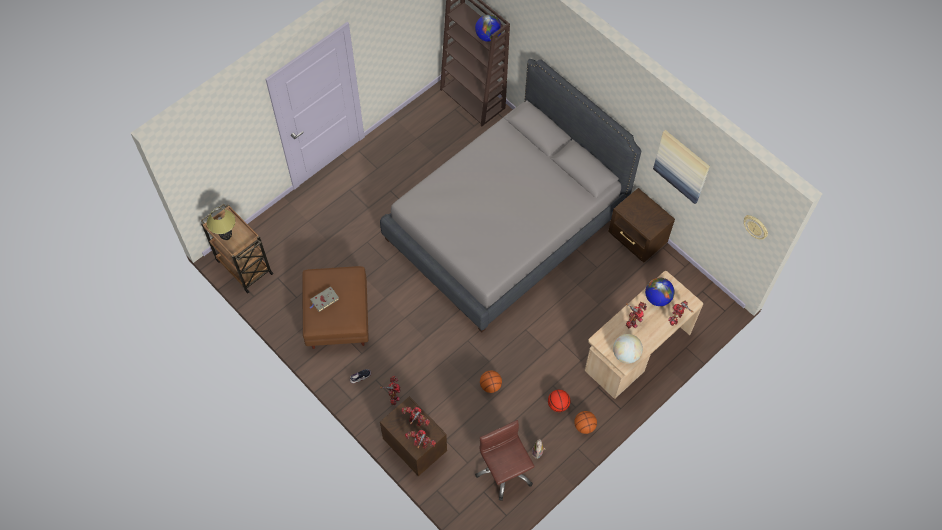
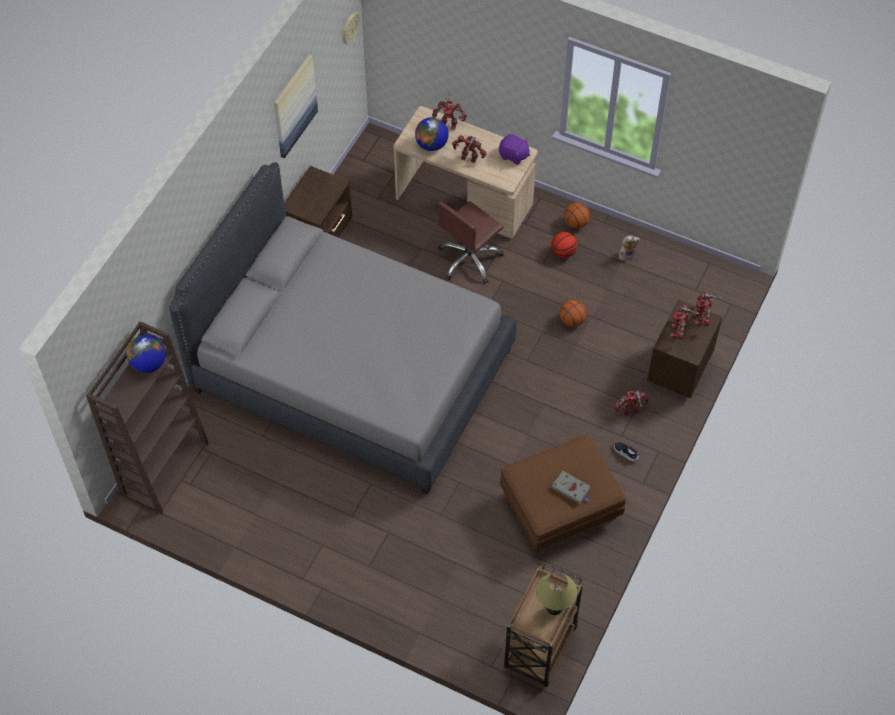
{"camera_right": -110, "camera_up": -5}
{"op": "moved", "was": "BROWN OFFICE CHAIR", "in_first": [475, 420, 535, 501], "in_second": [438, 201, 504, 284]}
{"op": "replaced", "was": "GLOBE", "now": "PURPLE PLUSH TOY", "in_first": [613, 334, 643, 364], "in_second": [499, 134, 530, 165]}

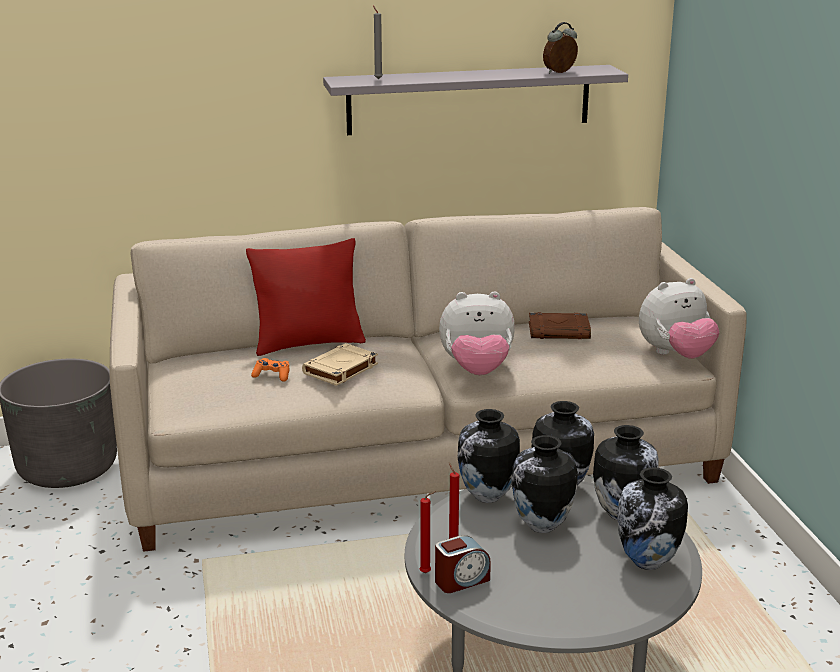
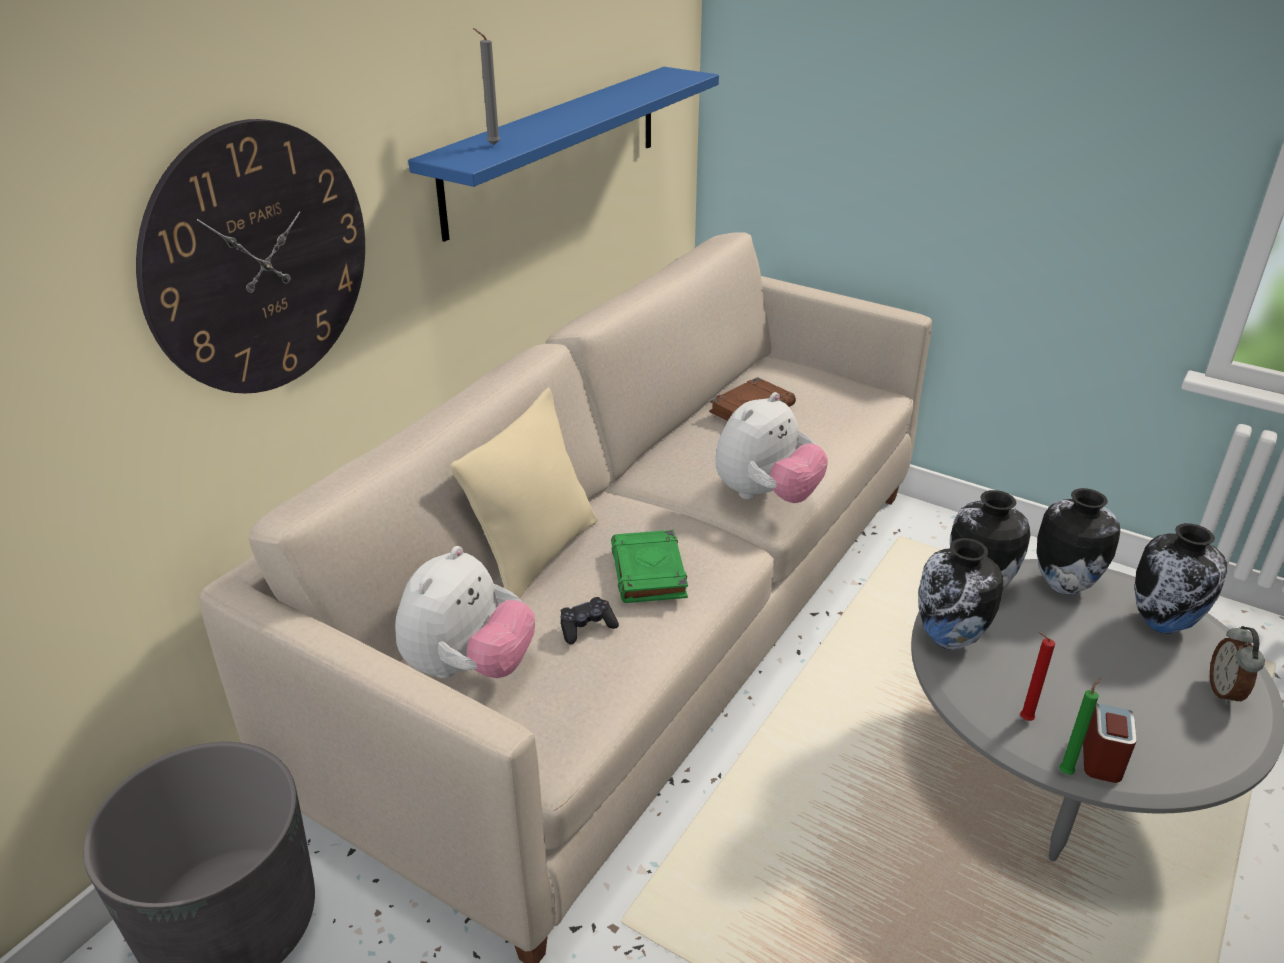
{"camera_right": -45, "camera_up": 10}
{"op": "recoloured", "was": "RED PILLOW", "now": "BEIGE PILLOW", "in_first": [246, 238, 366, 356], "in_second": [450, 388, 598, 598]}
{"op": "recoloured", "was": "ORANGE GAME CONTROLLER", "now": "BLACK GAME CONTROLLER", "in_first": [251, 358, 289, 382], "in_second": [560, 597, 619, 644]}
{"op": "recoloured", "was": "BEIGE BOOK", "now": "GREEN BOOK", "in_first": [302, 343, 378, 386], "in_second": [611, 530, 688, 603]}
{"op": "recoloured", "was": "GREY SHELF", "now": "BLUE SHELF", "in_first": [323, 65, 628, 135], "in_second": [408, 67, 719, 242]}
{"op": "recoloured", "was": "RED CANDLE", "now": "GREEN CANDLE", "in_first": [419, 491, 436, 573], "in_second": [1059, 678, 1101, 775]}
{"op": "removed", "was": "VASE", "in_first": [511, 435, 578, 533]}
{"op": "moved", "was": "ALARM CLOCK", "in_first": [543, 22, 578, 73], "in_second": [1210, 626, 1265, 705]}
{"op": "moved", "was": "PLUSH TOY", "in_first": [639, 278, 719, 359], "in_second": [395, 546, 535, 678]}
{"op": "added", "now": "WALL CLOCK", "in_second": [136, 119, 365, 393]}

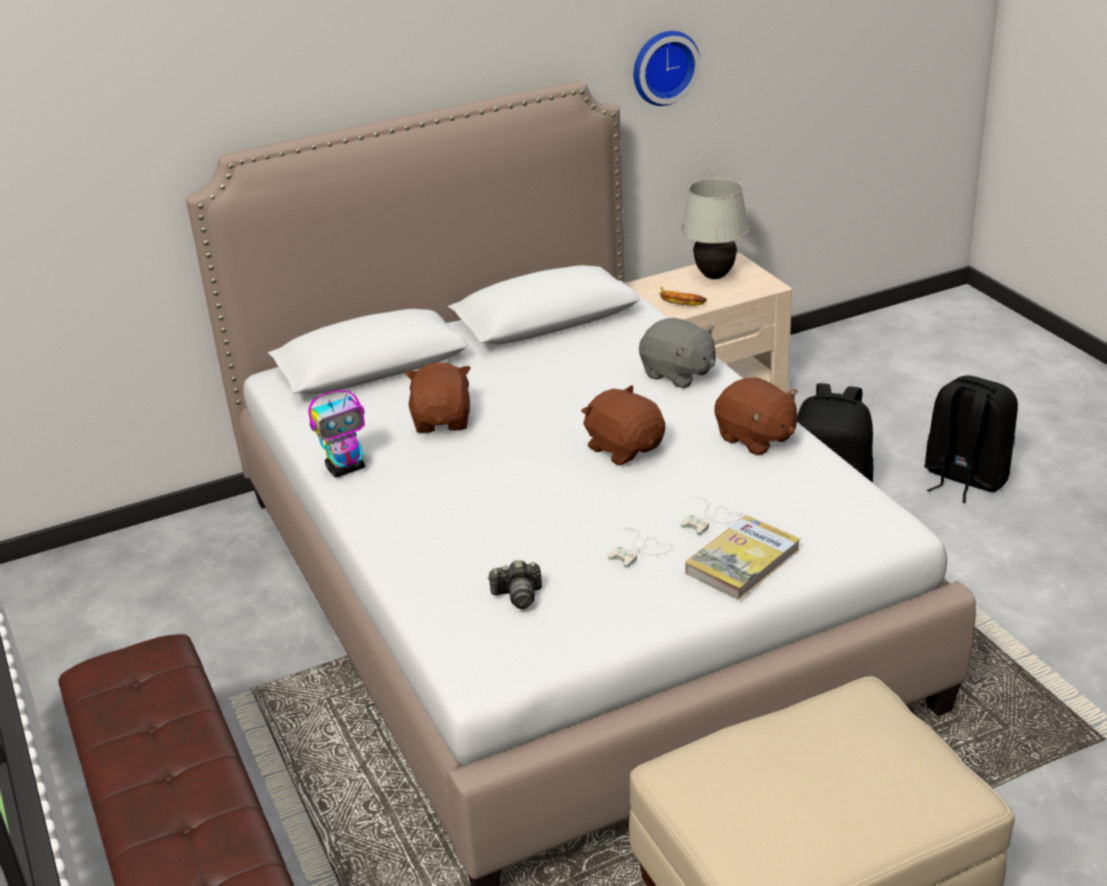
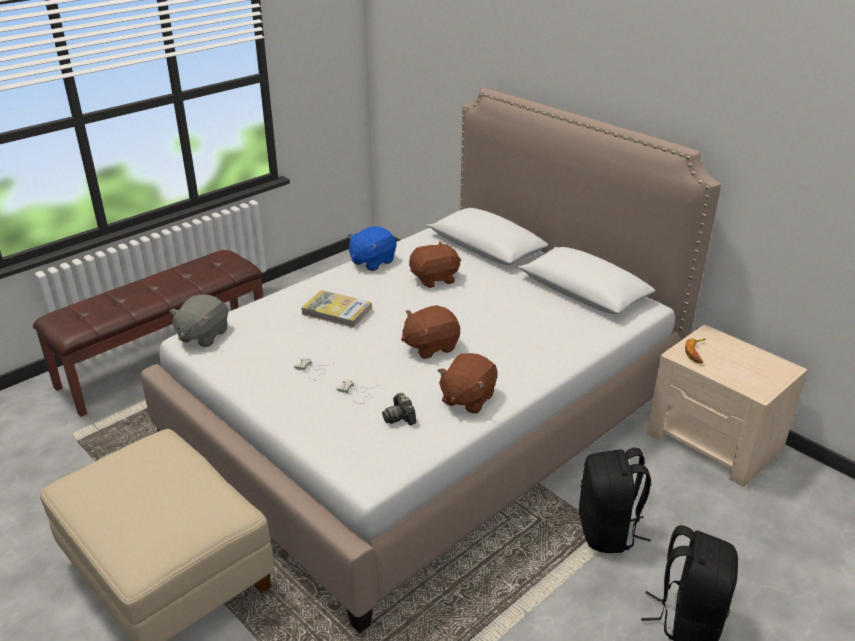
{"camera_right": 70, "camera_up": 0}
{"op": "replaced", "was": "TOY ROBOT", "now": "BLUE PLUSH TOY", "in_first": [309, 390, 365, 477], "in_second": [348, 226, 397, 271]}
{"op": "moved", "was": "PHOTO CAMERA", "in_first": [487, 560, 542, 609], "in_second": [382, 393, 416, 425]}
{"op": "turned", "was": "BROWN PLUSH TOY", "in_first": [581, 385, 665, 465], "in_second": [401, 305, 460, 359], "clockwise": -150}
{"op": "removed", "was": "WALL CLOCK", "in_first": [634, 31, 700, 106]}
{"op": "moved", "was": "GREY PLUSH TOY", "in_first": [639, 318, 716, 388], "in_second": [170, 295, 228, 347]}
{"op": "removed", "was": "WHITE TABLE LAMP", "in_first": [681, 178, 749, 279]}
{"op": "moved", "was": "BOOK", "in_first": [685, 515, 801, 600], "in_second": [301, 290, 372, 328]}

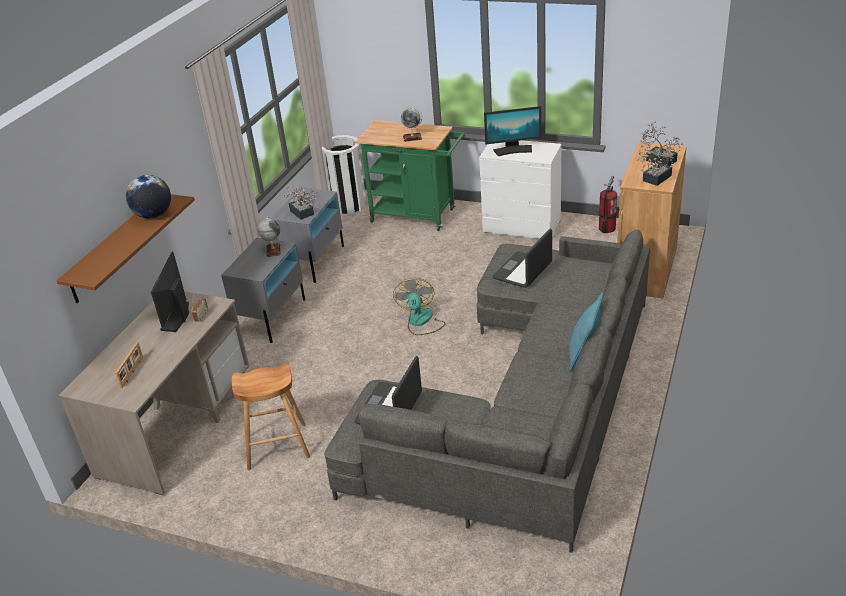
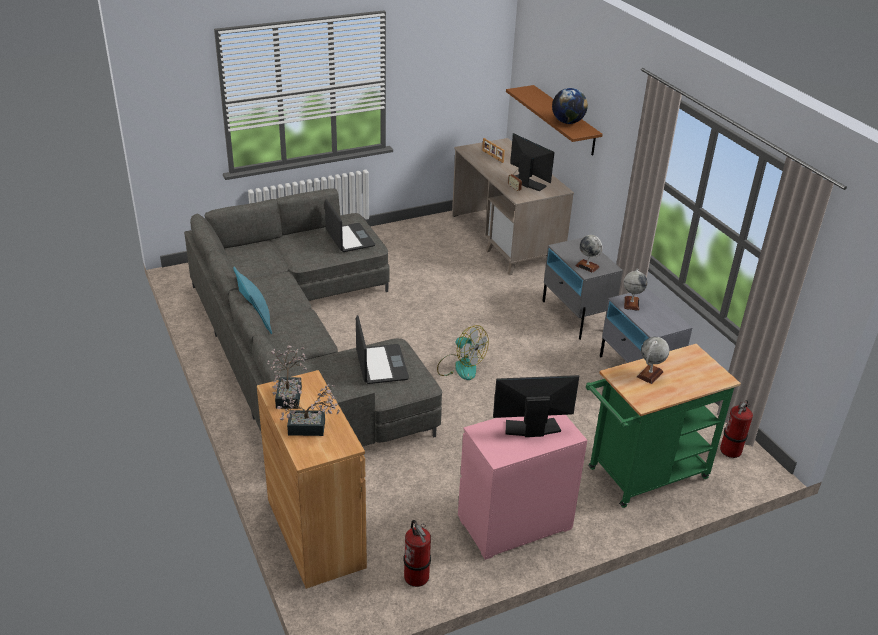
{"camera_right": 130, "camera_up": 0}
{"op": "removed", "was": "BROWN STOOL", "in_first": [232, 363, 310, 470]}
{"op": "replaced", "was": "POTTED PLANT", "now": "GLOBE", "in_first": [283, 185, 317, 219], "in_second": [624, 269, 647, 311]}
{"op": "replaced", "was": "WHITE TRASH CAN", "now": "FIRE EXTINGUISHER", "in_first": [322, 135, 367, 215], "in_second": [720, 400, 753, 458]}
{"op": "recoloured", "was": "WHITE DRESSER", "now": "PINK DRESSER", "in_first": [479, 140, 561, 239], "in_second": [458, 415, 587, 560]}
{"op": "turned", "was": "MONITOR", "in_first": [484, 106, 541, 156], "in_second": [493, 375, 579, 437], "clockwise": 45}

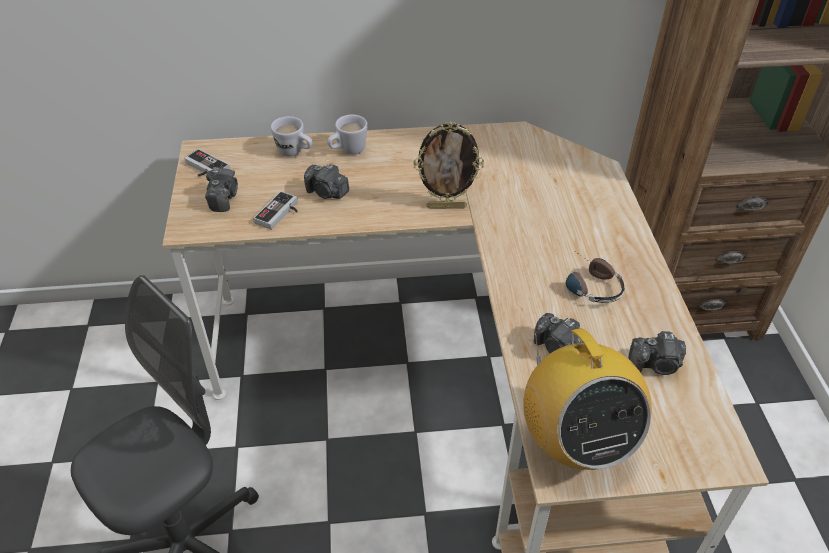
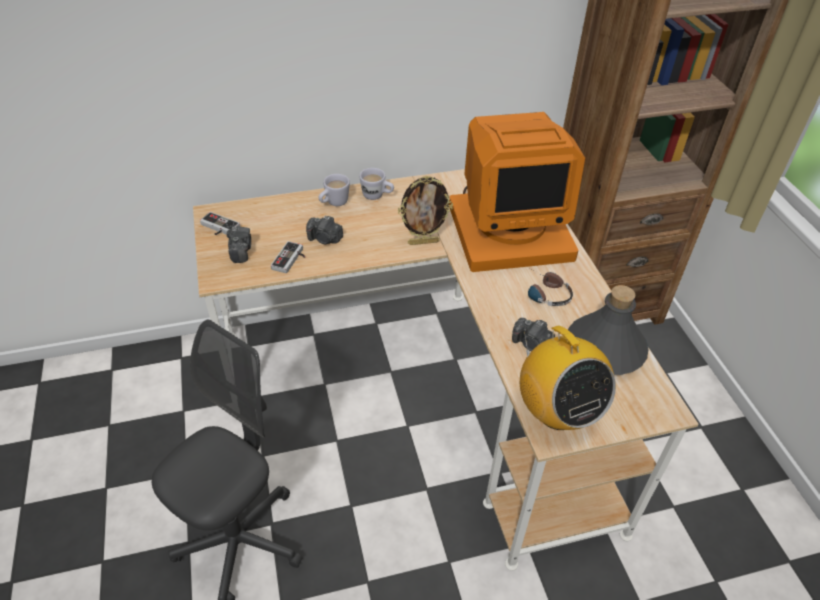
{"camera_right": -10, "camera_up": 0}
{"op": "moved", "was": "WHITE MUG", "in_first": [271, 116, 313, 157], "in_second": [359, 168, 394, 200]}
{"op": "replaced", "was": "PHOTO CAMERA", "now": "GREY BOTTLE", "in_first": [629, 331, 686, 375], "in_second": [568, 285, 649, 375]}
{"op": "added", "now": "MONITOR", "in_second": [449, 112, 585, 272]}

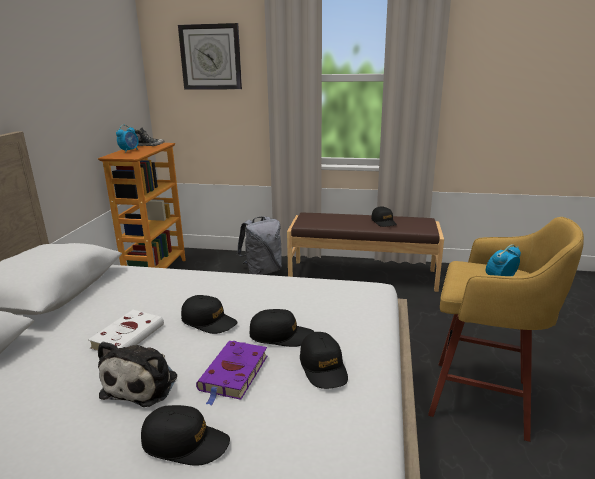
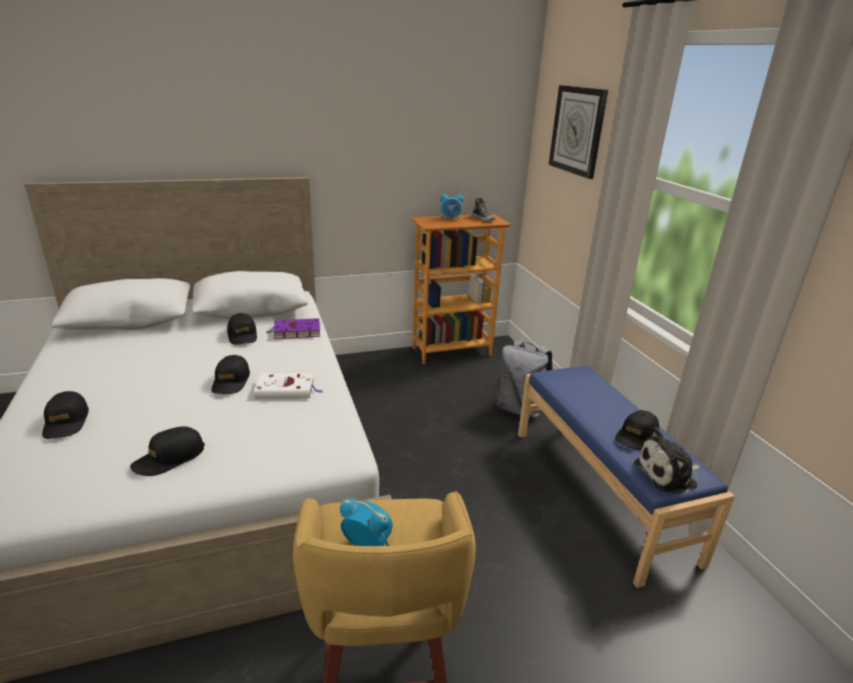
{"camera_right": 60, "camera_up": 5}
{"op": "moved", "was": "WHITE BOOK", "in_first": [88, 310, 164, 351], "in_second": [254, 373, 323, 398]}
{"op": "moved", "was": "PLUSH TOY", "in_first": [98, 341, 177, 407], "in_second": [634, 427, 700, 494]}
{"op": "moved", "was": "PURPLE BOOK", "in_first": [196, 341, 267, 406], "in_second": [265, 318, 320, 339]}
{"op": "moved", "was": "BLACK CAP", "in_first": [250, 309, 314, 347], "in_second": [227, 313, 257, 345]}
{"op": "recoloured", "was": "BROWN BENCH", "now": "BLUE BENCH", "in_first": [287, 213, 444, 292], "in_second": [518, 365, 735, 588]}

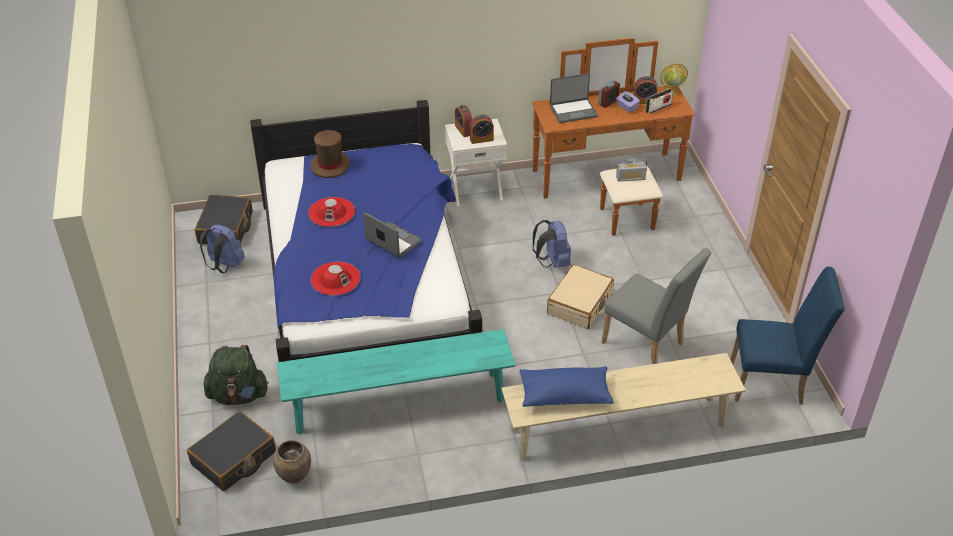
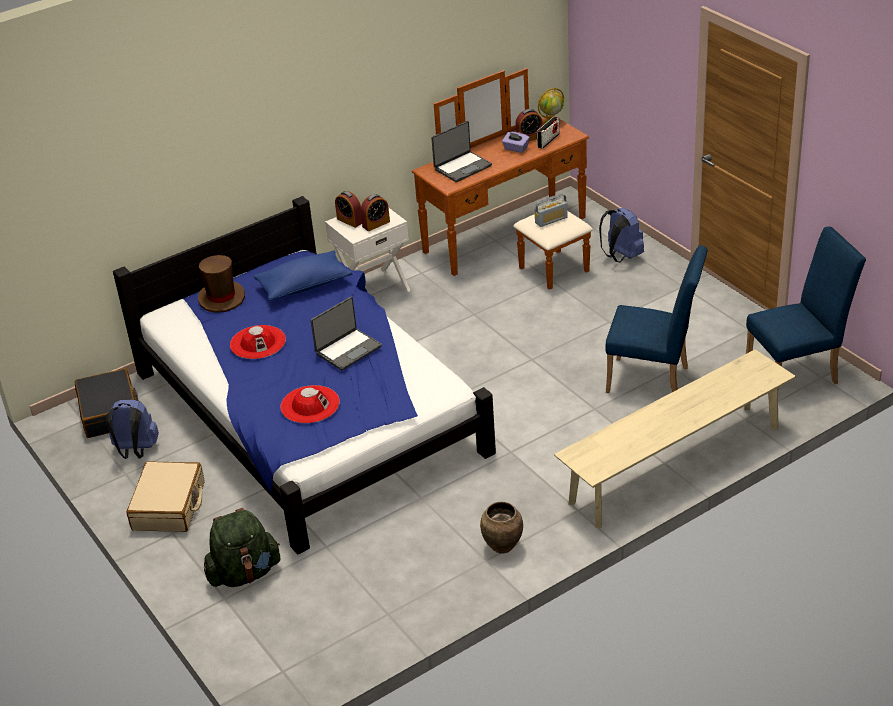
{"camera_right": -20, "camera_up": -5}
{"op": "removed", "was": "BLACK SUITCASE", "in_first": [187, 411, 276, 491]}
{"op": "moved", "was": "BROWN VASE", "in_first": [273, 440, 311, 484], "in_second": [480, 502, 523, 554]}
{"op": "removed", "was": "TURQUOISE BENCH", "in_first": [277, 329, 515, 434]}
{"op": "turned", "was": "LAPTOP", "in_first": [363, 212, 422, 258], "in_second": [311, 297, 382, 371], "clockwise": 120}
{"op": "moved", "was": "BLUE PILLOW", "in_first": [520, 366, 614, 407], "in_second": [253, 250, 352, 301]}
{"op": "moved", "was": "BLUE BACKPACK", "in_first": [533, 220, 571, 268], "in_second": [599, 208, 644, 262]}
{"op": "moved", "was": "BEIGE SUITCASE", "in_first": [547, 264, 614, 329], "in_second": [126, 461, 204, 532]}
{"op": "removed", "was": "ALARM CLOCK", "in_first": [598, 80, 620, 108]}
{"op": "recoloured", "was": "GREY CHAIR", "now": "BLUE CHAIR", "in_first": [601, 248, 711, 364], "in_second": [606, 245, 708, 393]}

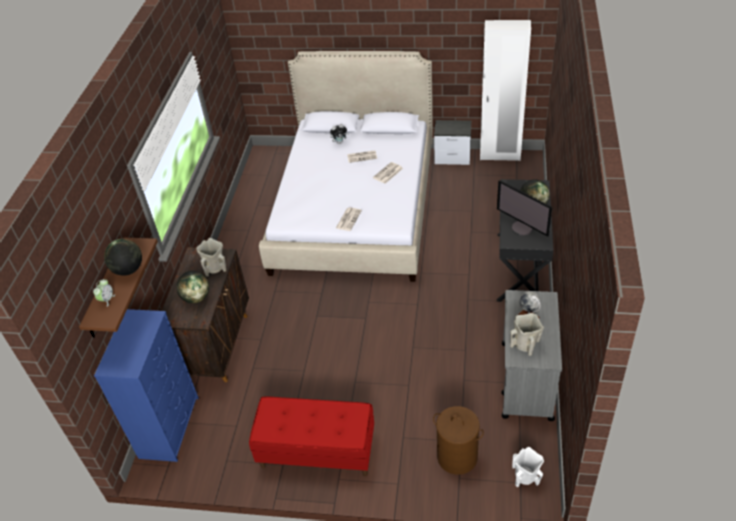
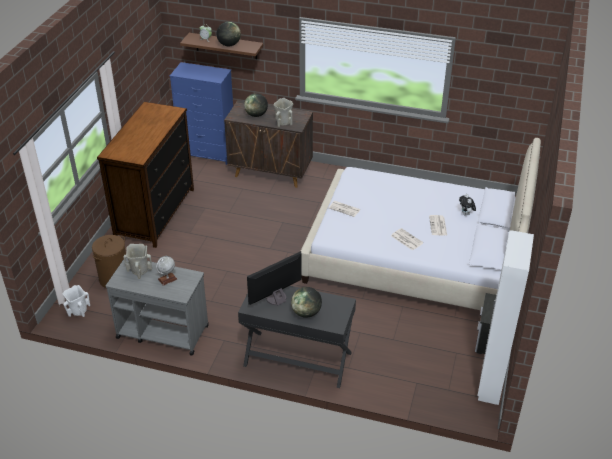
{"camera_right": 95, "camera_up": -5}
{"op": "replaced", "was": "RED BENCH", "now": "DRESSER", "in_first": [249, 397, 374, 476], "in_second": [97, 102, 194, 248]}

